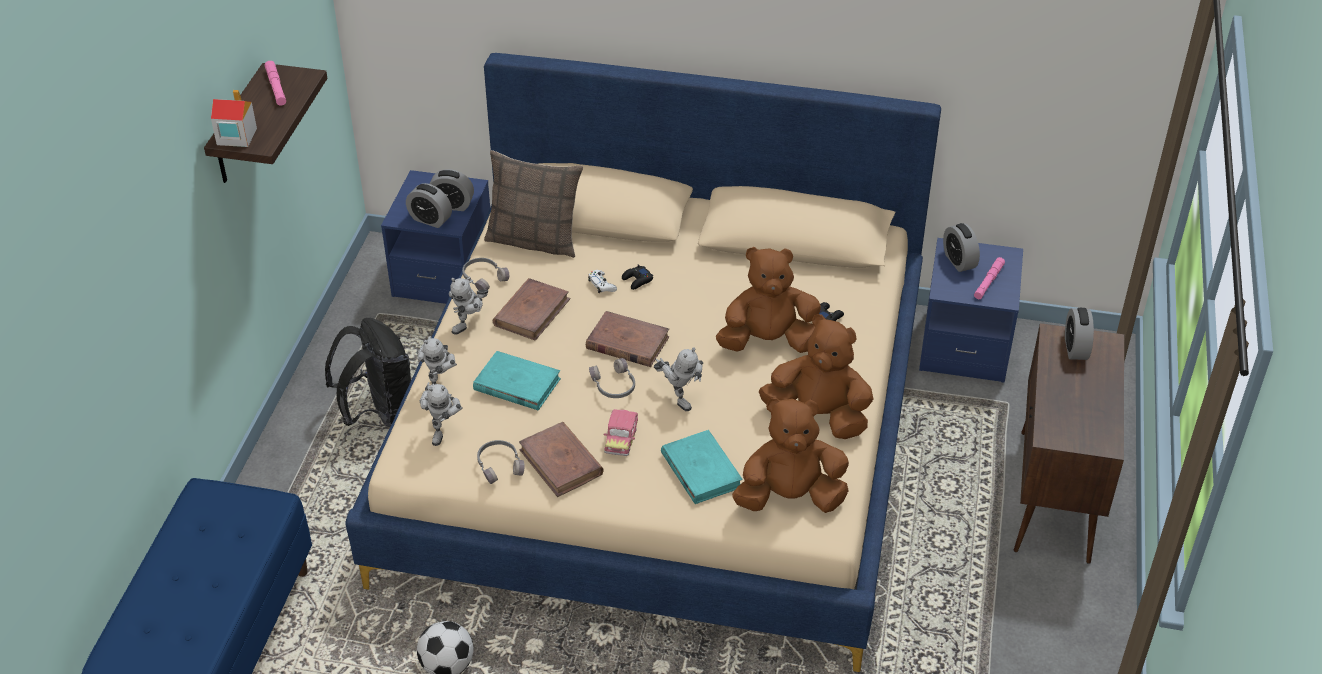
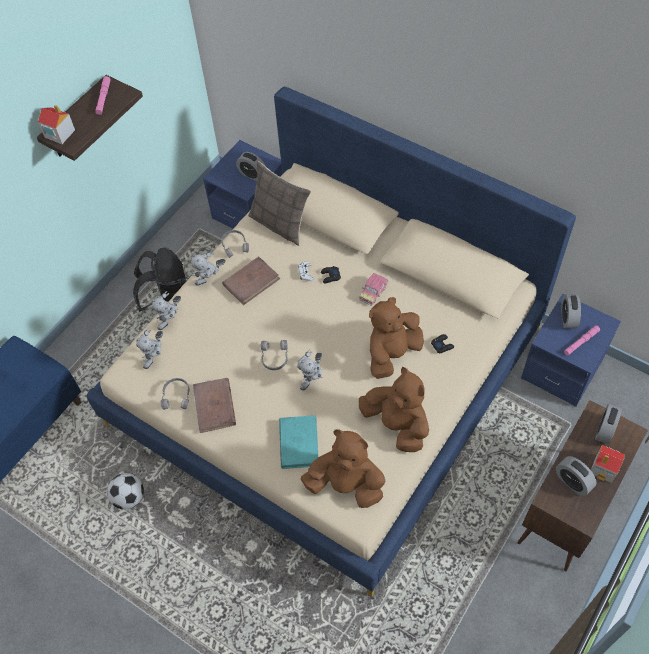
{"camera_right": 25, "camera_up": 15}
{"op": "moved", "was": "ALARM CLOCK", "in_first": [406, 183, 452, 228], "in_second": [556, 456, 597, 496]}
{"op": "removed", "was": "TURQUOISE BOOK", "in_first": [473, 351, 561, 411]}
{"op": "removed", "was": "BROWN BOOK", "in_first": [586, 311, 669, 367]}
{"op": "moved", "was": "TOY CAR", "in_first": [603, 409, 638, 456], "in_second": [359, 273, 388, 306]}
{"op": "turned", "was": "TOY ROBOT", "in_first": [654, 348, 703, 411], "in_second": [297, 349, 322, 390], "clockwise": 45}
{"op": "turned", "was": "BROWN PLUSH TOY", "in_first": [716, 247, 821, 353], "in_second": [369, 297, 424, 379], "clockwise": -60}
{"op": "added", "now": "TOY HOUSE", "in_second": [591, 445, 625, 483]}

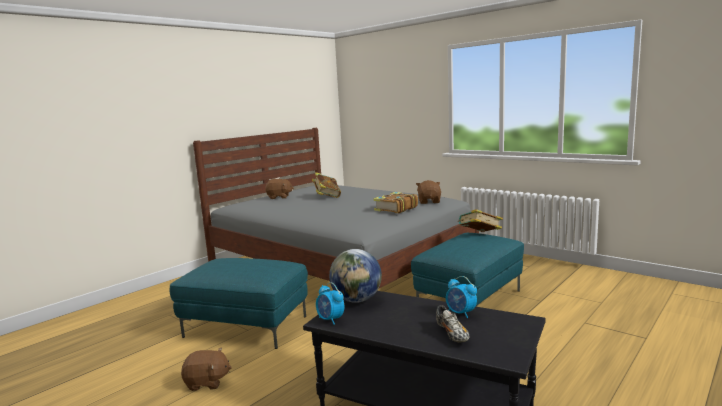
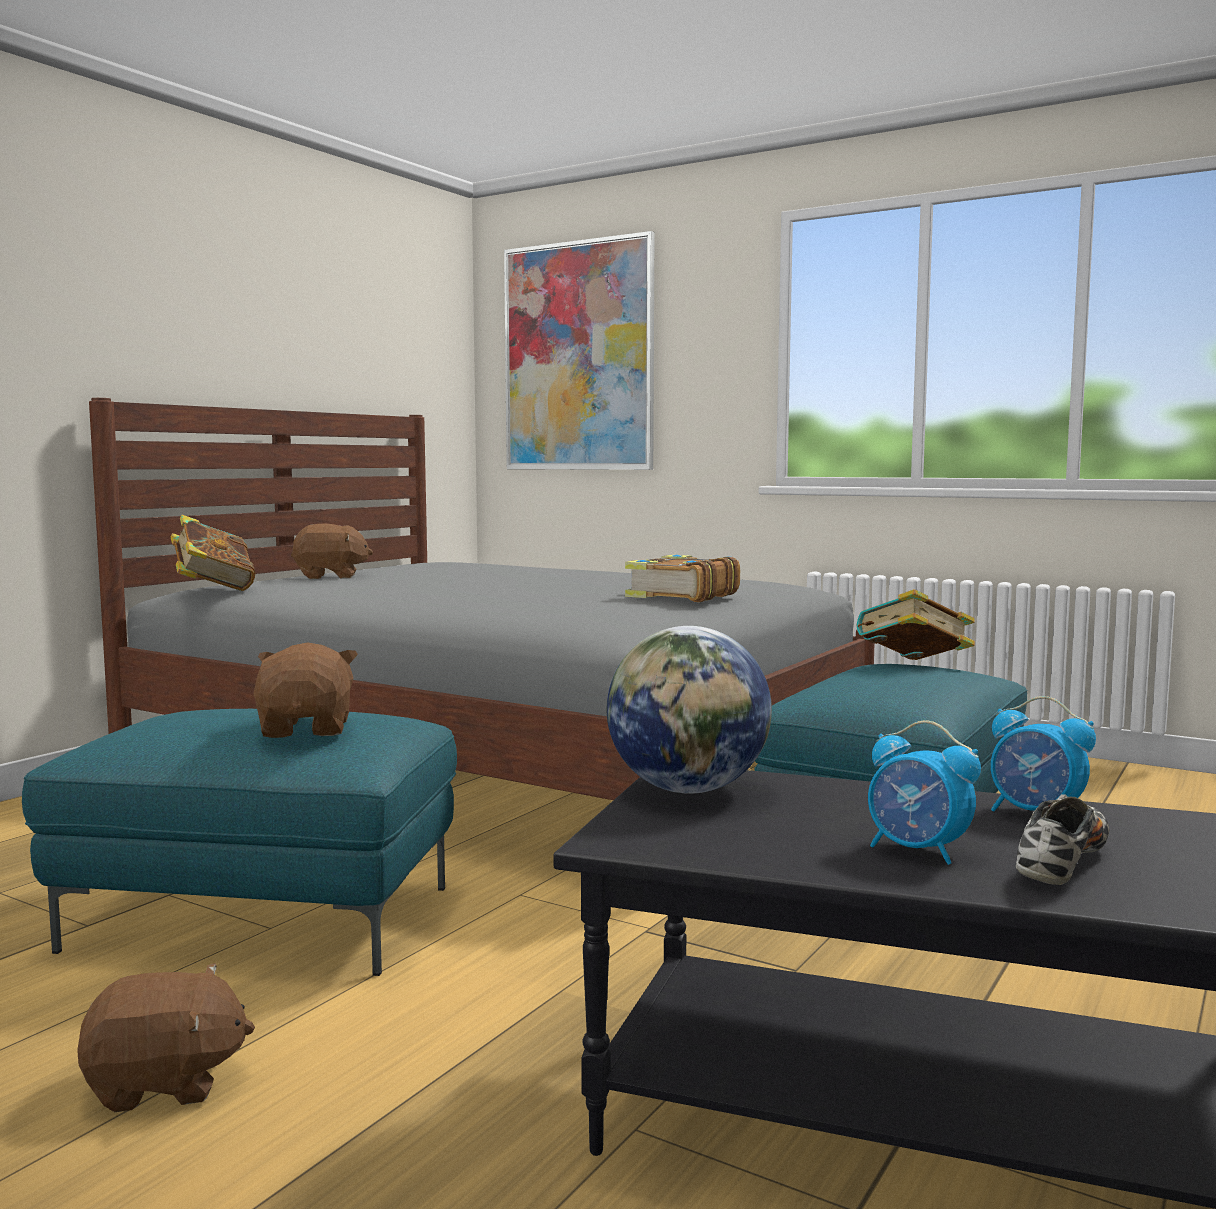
{"camera_right": -10, "camera_up": -5}
{"op": "moved", "was": "BOOK", "in_first": [312, 172, 341, 198], "in_second": [171, 515, 255, 591]}
{"op": "moved", "was": "ALARM CLOCK", "in_first": [316, 282, 344, 325], "in_second": [868, 720, 981, 865]}
{"op": "moved", "was": "BROWN PLUSH TOY", "in_first": [416, 180, 441, 204], "in_second": [253, 642, 358, 738]}
{"op": "turned", "was": "SHOE", "in_first": [436, 305, 470, 342], "in_second": [1016, 794, 1109, 885], "clockwise": -120}
{"op": "added", "now": "PICTURE", "in_second": [504, 231, 655, 470]}

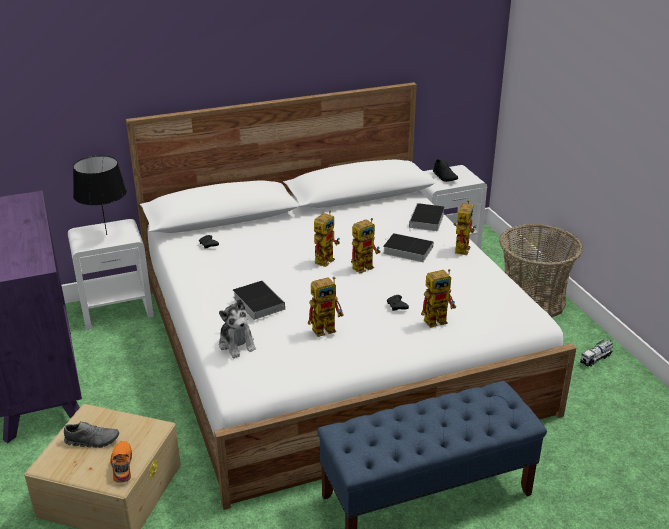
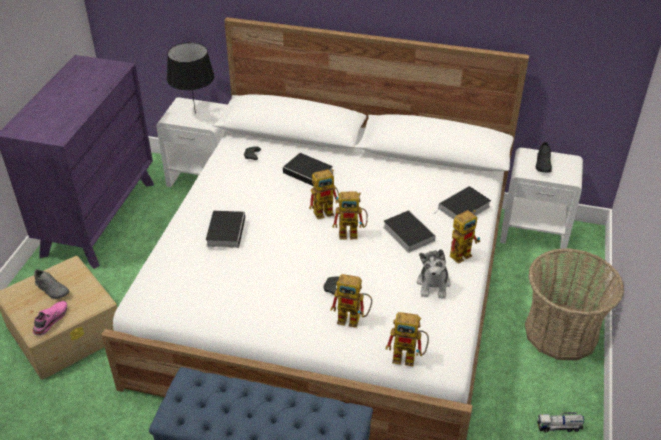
{"camera_right": 35, "camera_up": 10}
{"op": "recoloured", "was": "ORANGE SHOE", "now": "PINK SHOE", "in_first": [110, 441, 132, 483], "in_second": [33, 301, 67, 336]}
{"op": "moved", "was": "PLUSH TOY", "in_first": [219, 299, 256, 358], "in_second": [417, 249, 451, 299]}
{"op": "moved", "was": "TOY ROBOT", "in_first": [308, 277, 344, 337], "in_second": [386, 312, 429, 366]}
{"op": "added", "now": "BOOK", "in_second": [283, 153, 333, 186]}

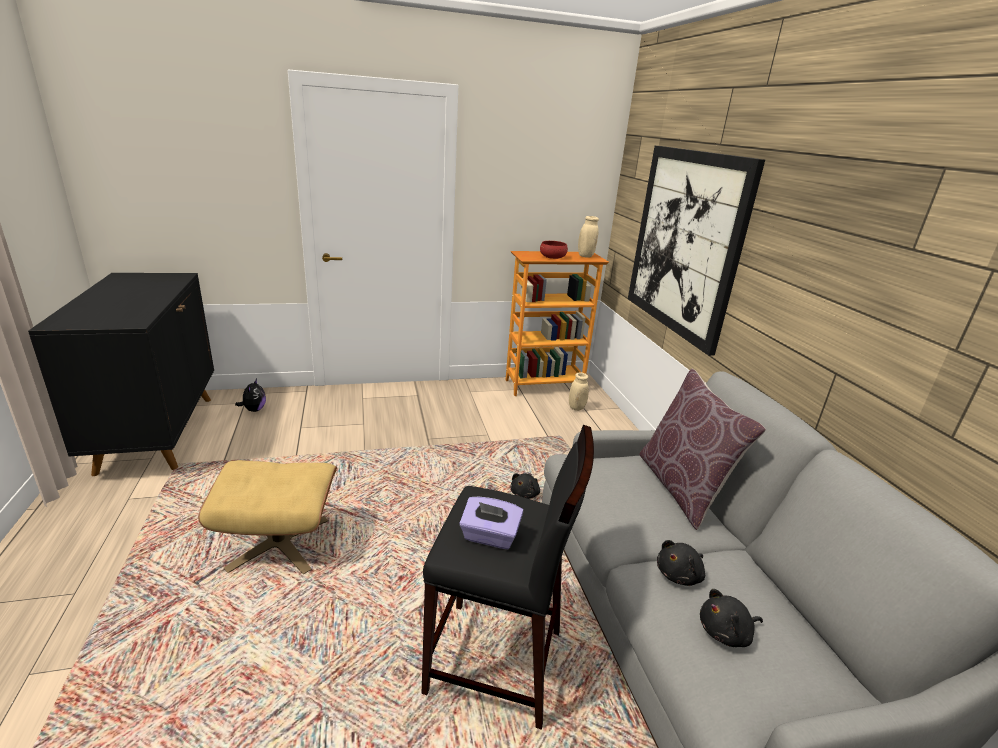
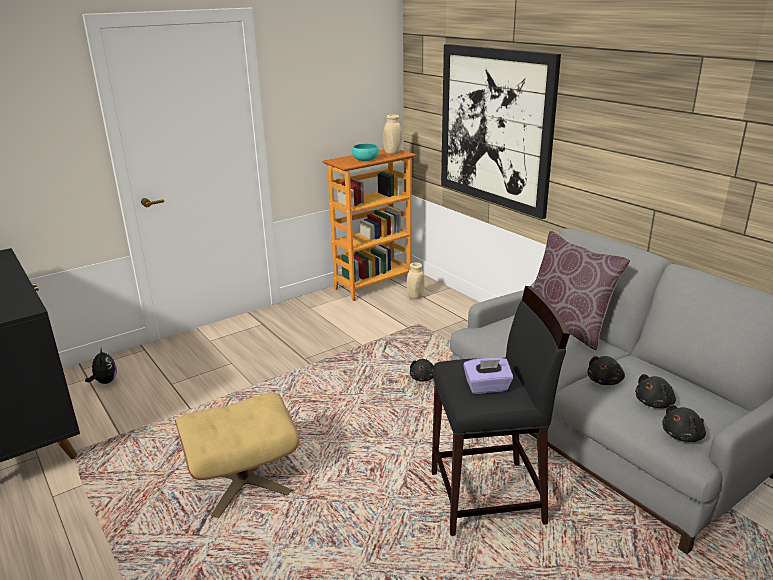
{"camera_right": -20, "camera_up": 0}
{"op": "recoloured", "was": "RED BOWL", "now": "TURQUOISE BOWL", "in_first": [540, 241, 568, 259], "in_second": [352, 143, 379, 161]}
{"op": "added", "now": "BLACK PLUSH TOY", "in_second": [662, 405, 706, 442]}

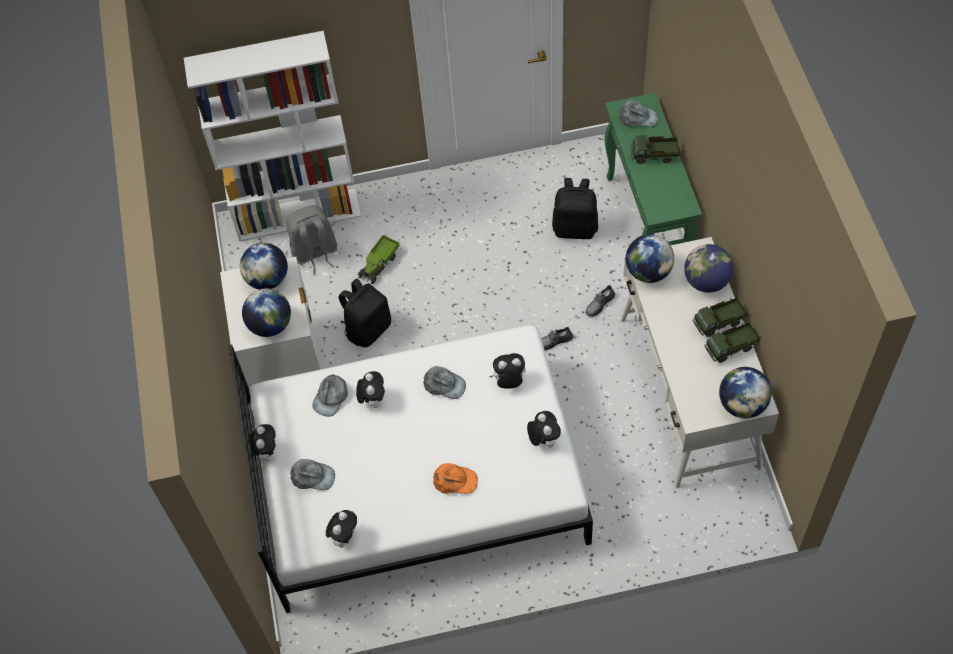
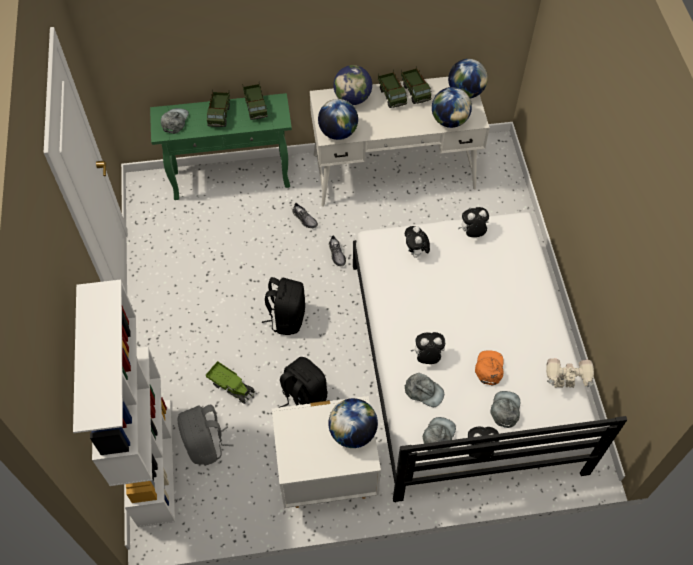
{"camera_right": -90, "camera_up": 0}
{"op": "moved", "was": "GLOBE", "in_first": [240, 243, 288, 290], "in_second": [432, 87, 472, 128]}
{"op": "replaced", "was": "PLUSH TOY", "now": "TOY ROBOT", "in_first": [326, 510, 357, 548], "in_second": [546, 358, 594, 388]}
{"op": "moved", "was": "GREY CAP", "in_first": [423, 366, 466, 399], "in_second": [423, 417, 456, 451]}
{"op": "moved", "was": "ORANGE CAP", "in_first": [433, 463, 478, 494], "in_second": [475, 350, 504, 385]}
{"op": "moved", "was": "BLACK BACKPACK", "in_first": [552, 178, 598, 239], "in_second": [262, 277, 305, 335]}
{"op": "added", "now": "TOY TRUCK", "in_second": [243, 84, 268, 120]}

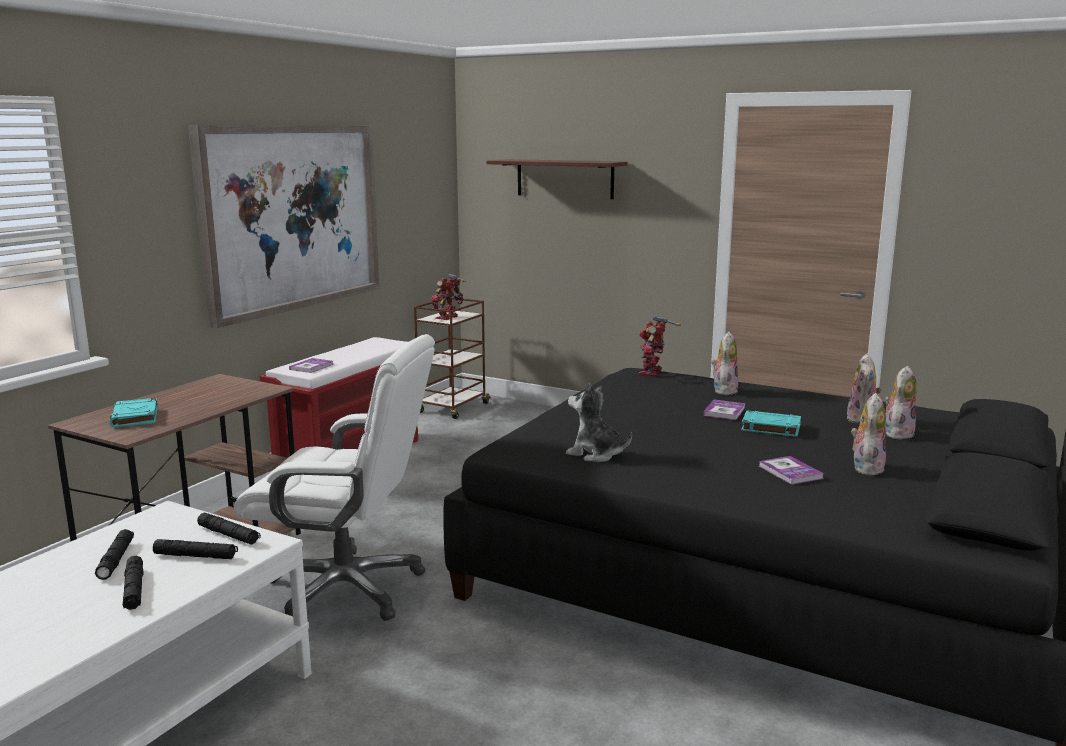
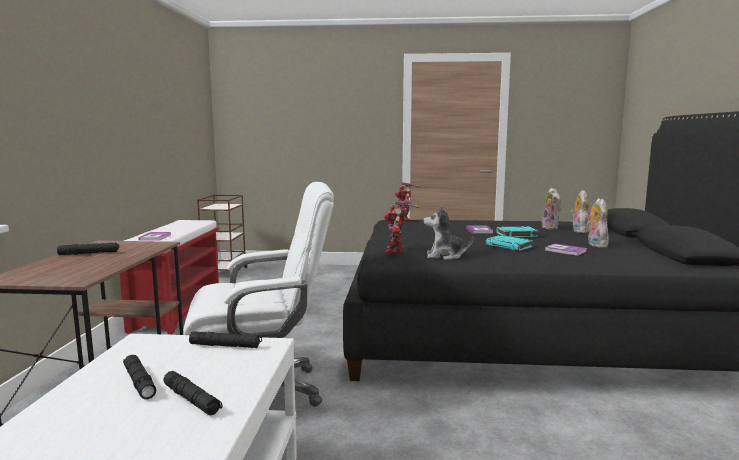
{"camera_right": -25, "camera_up": -5}
{"op": "moved", "was": "TURQUOISE BOOK", "in_first": [110, 398, 158, 427], "in_second": [485, 235, 533, 251]}
{"op": "moved", "was": "BLACK FLASHLIGHT", "in_first": [153, 539, 238, 559], "in_second": [57, 243, 119, 255]}
{"op": "removed", "was": "PICTURE", "in_first": [188, 125, 380, 328]}
{"op": "moved", "was": "TOY ROBOT", "in_first": [431, 274, 466, 320], "in_second": [384, 201, 420, 253]}
{"op": "removed", "was": "SHELF", "in_first": [486, 159, 627, 199]}
{"op": "removed", "was": "PLUSH TOY", "in_first": [712, 332, 738, 395]}

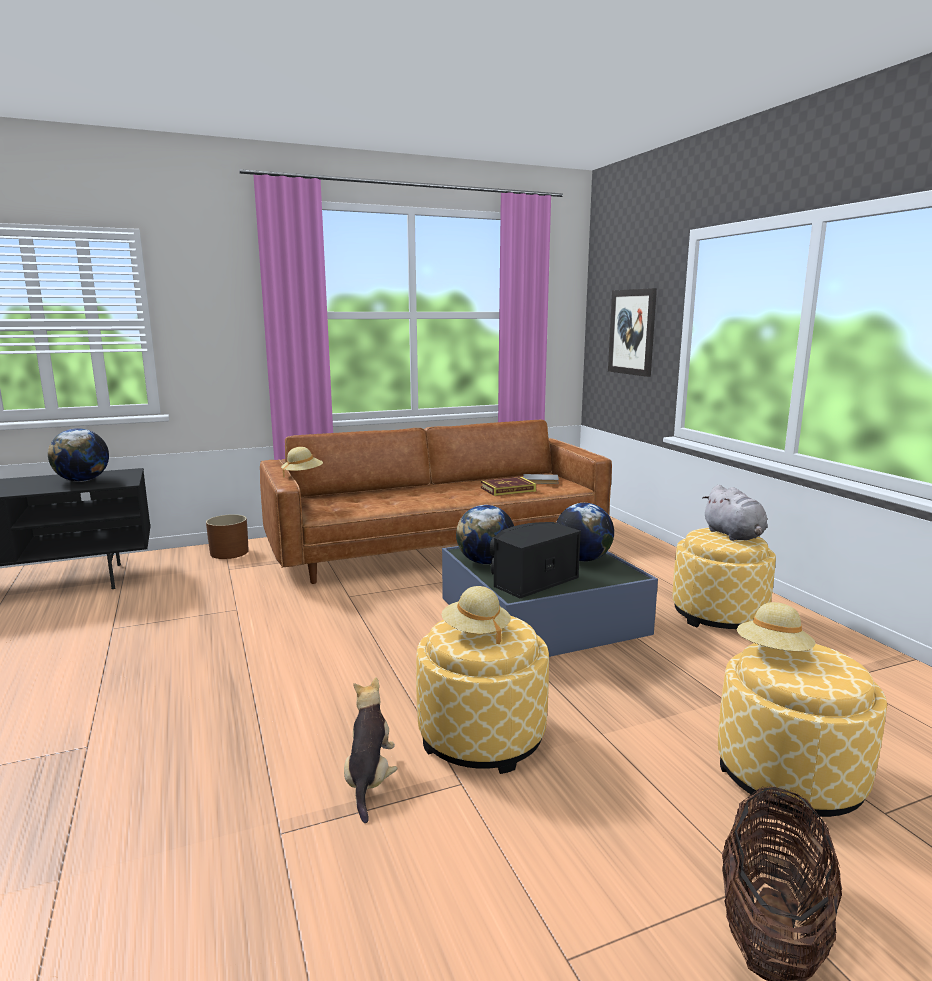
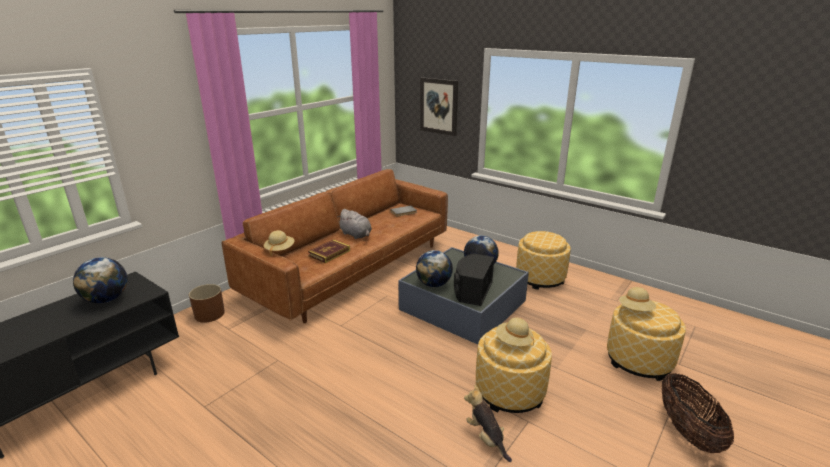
{"camera_right": -30, "camera_up": 10}
{"op": "moved", "was": "BOOK", "in_first": [481, 477, 536, 496], "in_second": [308, 239, 350, 263]}
{"op": "moved", "was": "GREY PLUSH TOY", "in_first": [702, 485, 768, 541], "in_second": [337, 209, 372, 239]}

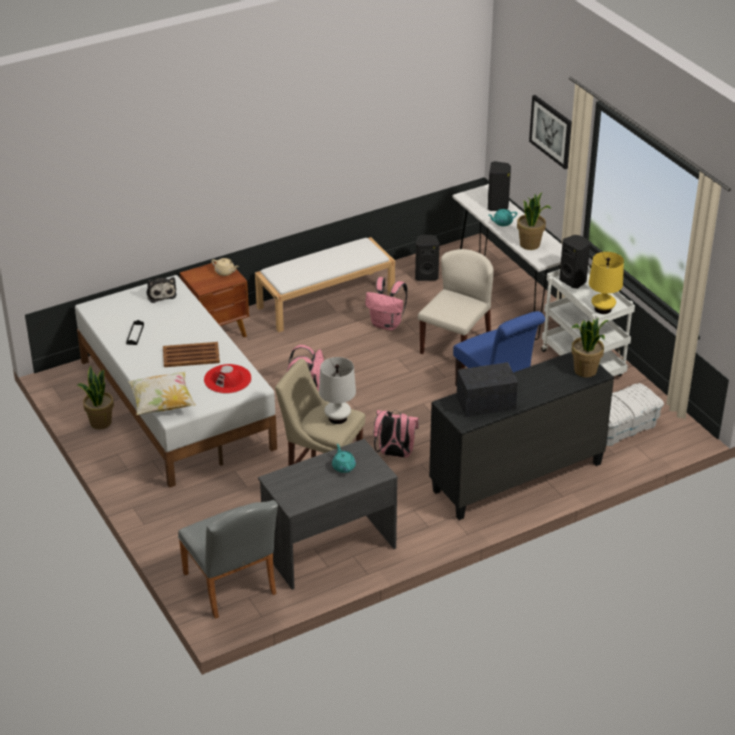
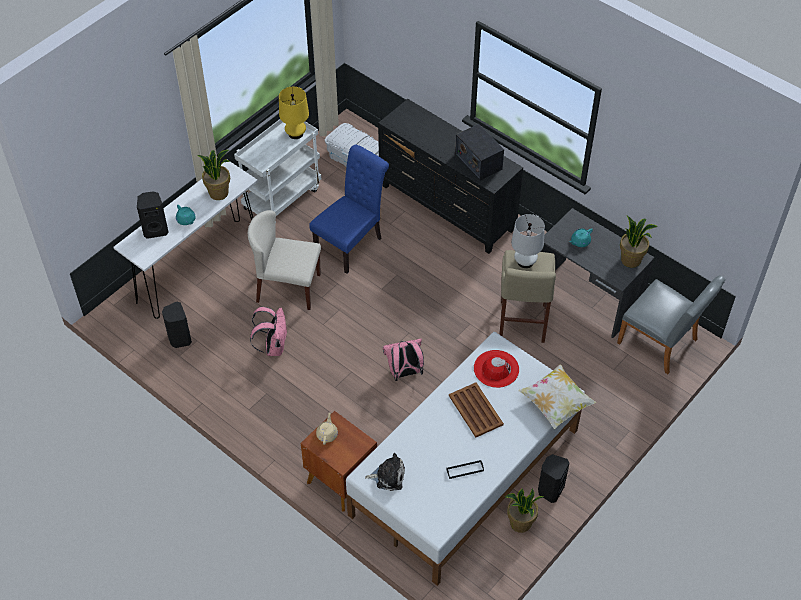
{"camera_right": -110, "camera_up": 15}
{"op": "turned", "was": "PLUSH TOY", "in_first": [146, 277, 177, 303], "in_second": [365, 453, 405, 491], "clockwise": 45}
{"op": "turned", "was": "GREY CHAIR", "in_first": [178, 500, 278, 619], "in_second": [617, 275, 725, 374], "clockwise": 90}
{"op": "removed", "was": "WHITE BENCH", "in_first": [255, 237, 395, 332]}
{"op": "removed", "was": "PINK BACKPACK", "in_first": [374, 410, 419, 458]}
{"op": "removed", "was": "PICTURE", "in_first": [529, 95, 572, 169]}
{"op": "moved", "was": "BLACK SPEAKER", "in_first": [559, 235, 590, 288], "in_second": [538, 454, 569, 503]}
{"op": "moved", "was": "POTTED PLANT", "in_first": [571, 318, 608, 377], "in_second": [620, 216, 658, 268]}

